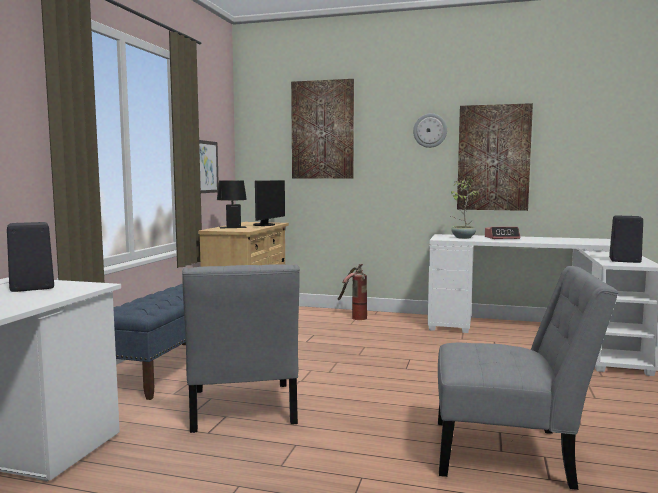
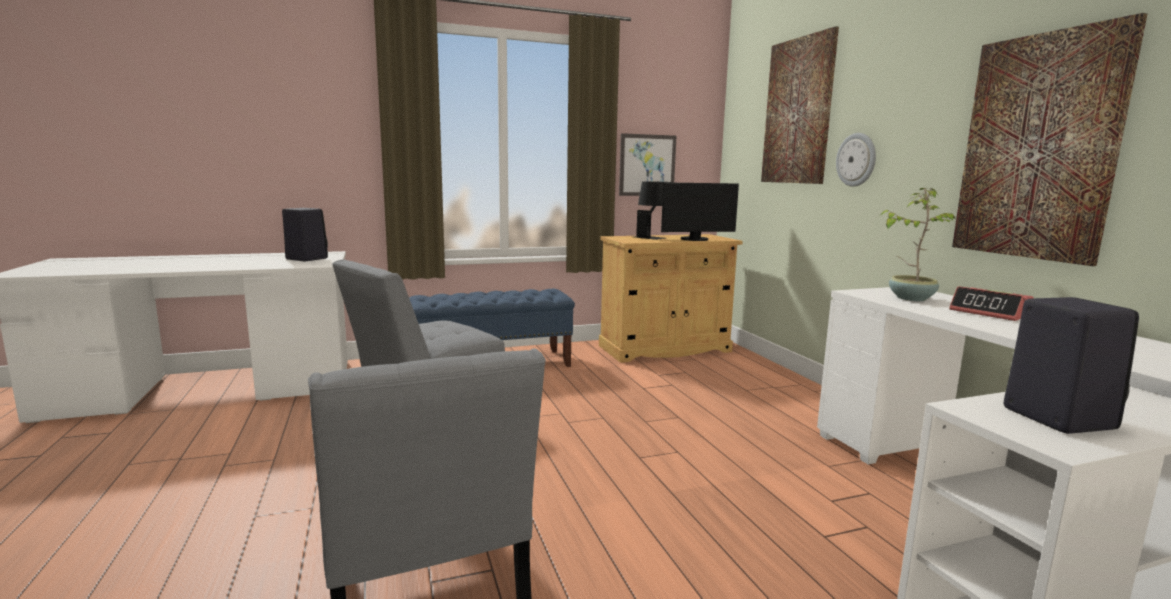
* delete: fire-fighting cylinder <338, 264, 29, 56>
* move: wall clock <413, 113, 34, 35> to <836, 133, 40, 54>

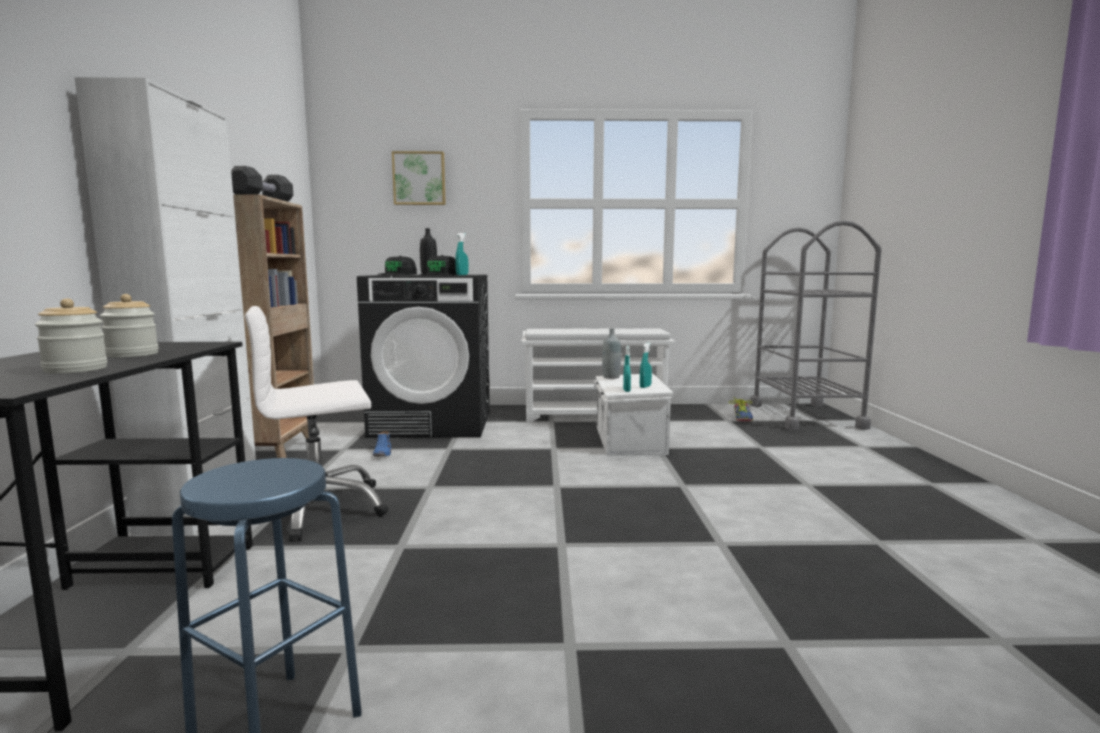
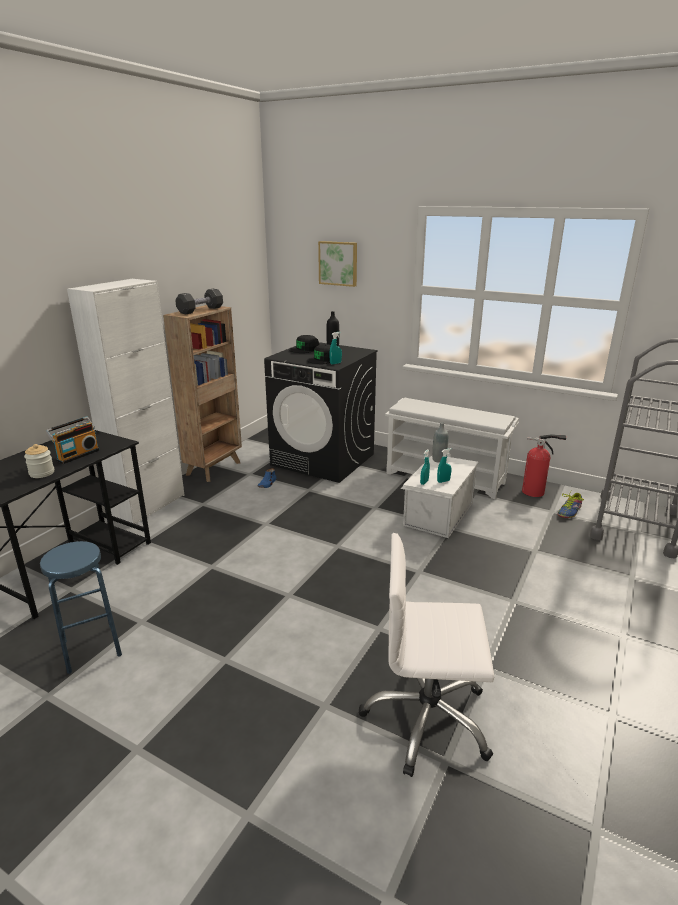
* replace: storage jar <100, 294, 59, 64> to radio set <46, 417, 53, 47>
* move: office chair (white) <245, 306, 143, 236> to <359, 533, 135, 244>
* insert: fire-fighting cylinder <522, 434, 44, 63>

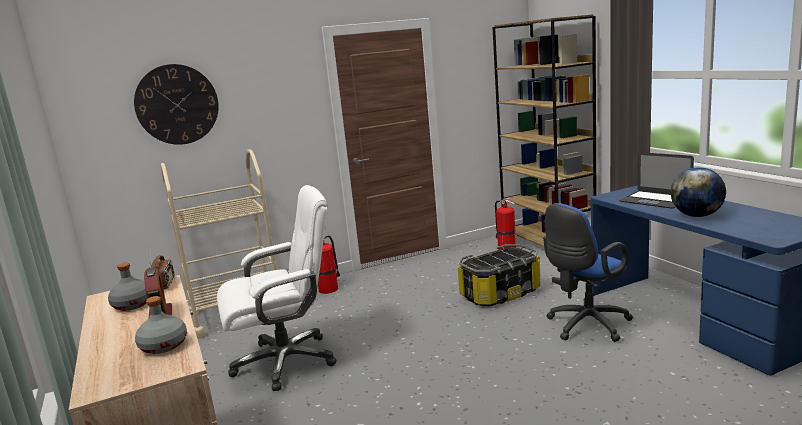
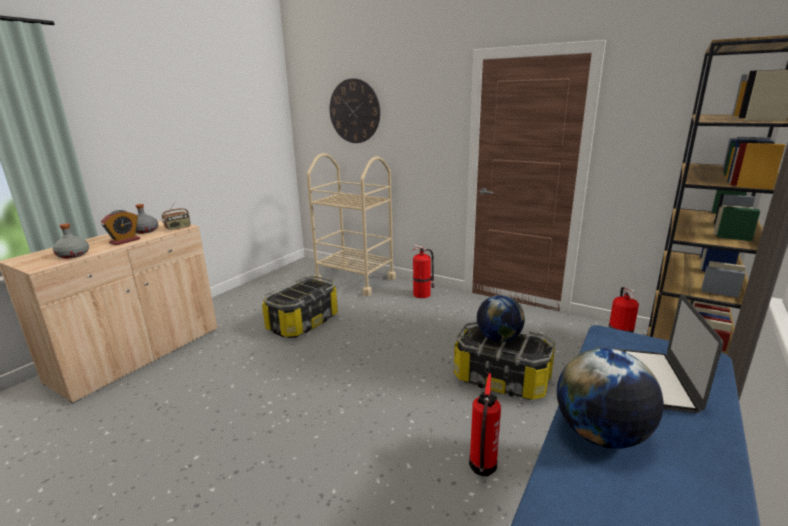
* replace: office chair (white) <217, 185, 120, 206> to storage container <262, 276, 76, 62>
* replace: office chair (blue-coloured) <543, 203, 90, 139> to fire-fighting cylinder <469, 373, 32, 103>
* insert: world globe <477, 295, 48, 47>

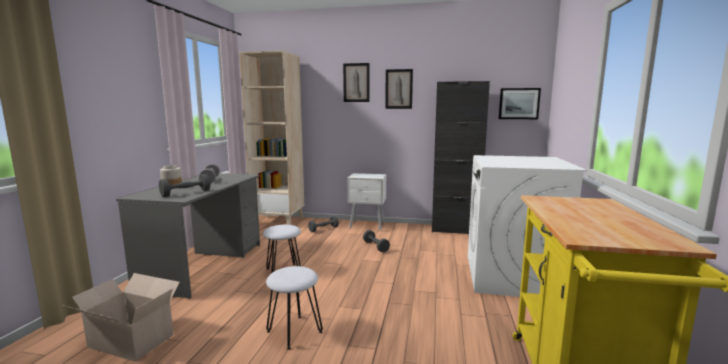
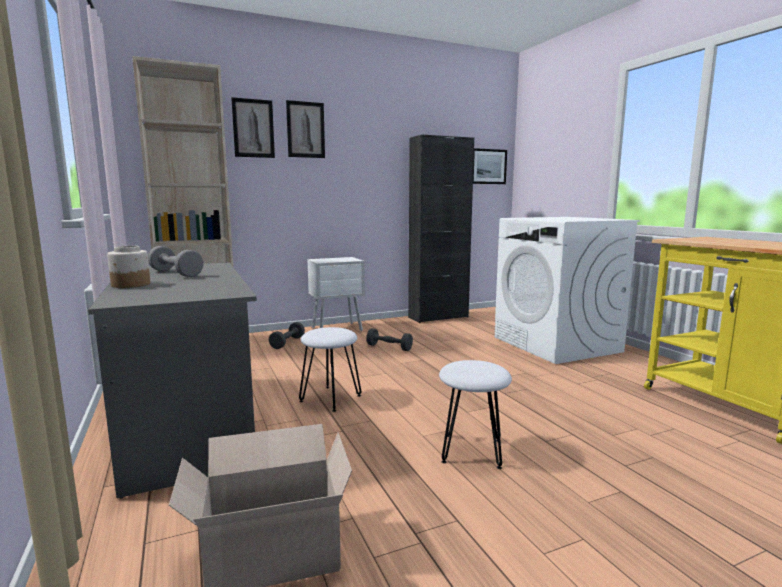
* delete: dumbbell (greyish) <159, 174, 51, 23>
* move: picture <385, 69, 28, 40> to <231, 97, 44, 61>

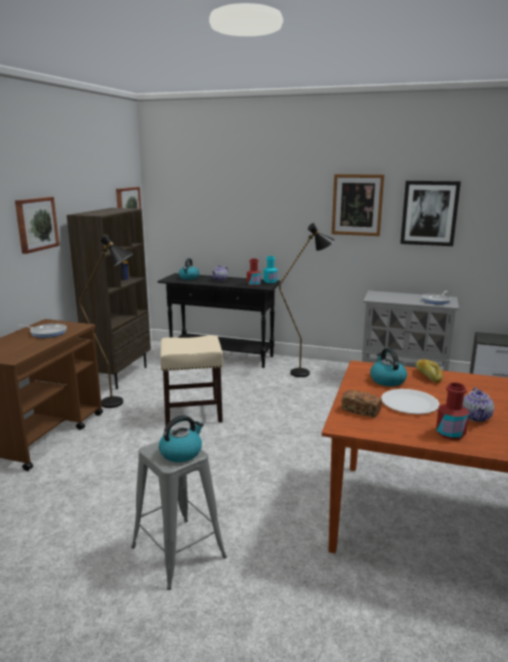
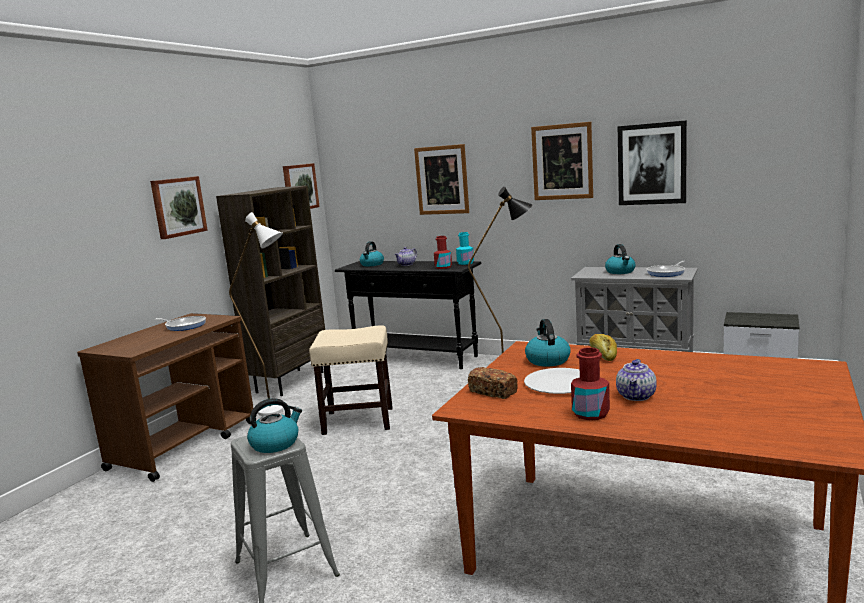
* recolor: standard lamp (black) <79, 234, 55, 174> to standard lamp (white) <229, 212, 55, 204>
* insert: picture <414, 144, 55, 71>
* insert: water kettle <605, 244, 30, 30>

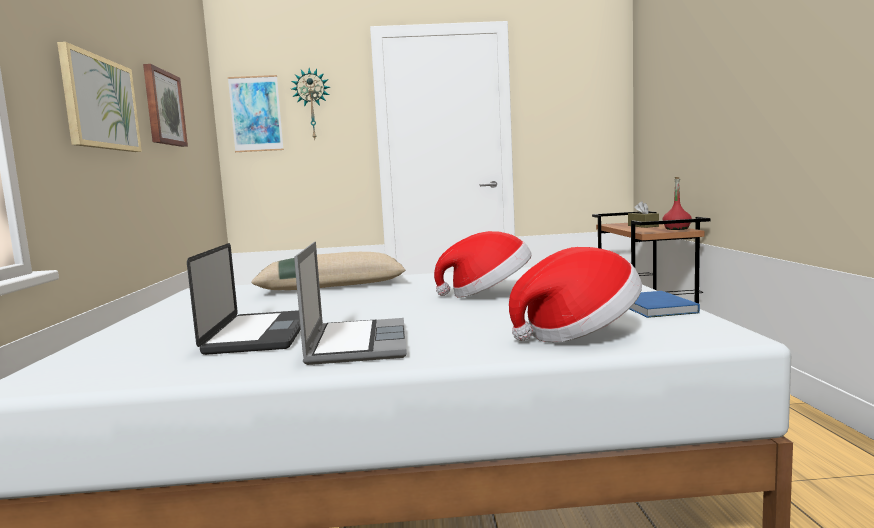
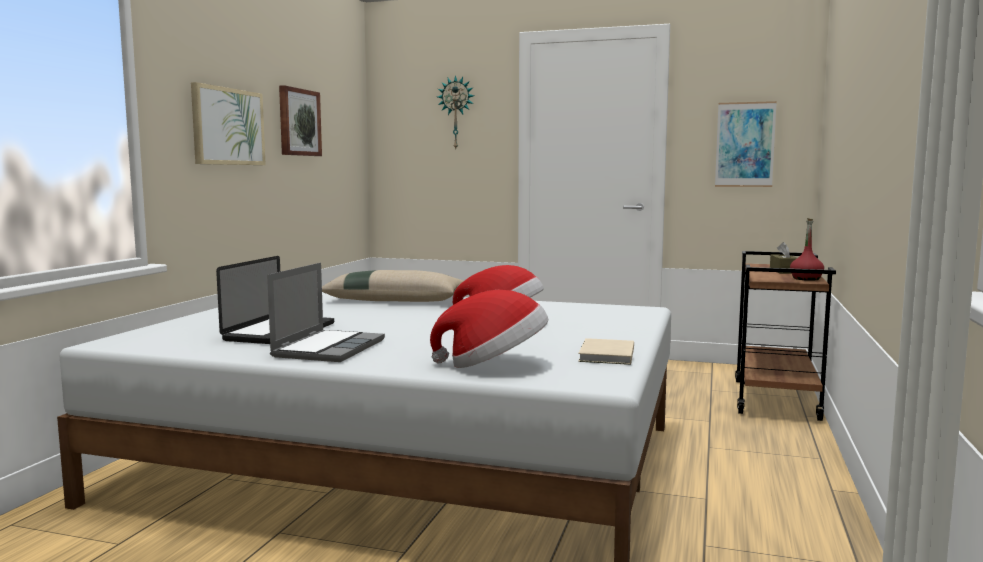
* move: picture <228, 75, 56, 77> to <715, 101, 62, 86>
* recolor: bound book (blue-coloured) <629, 291, 71, 27> to bound book (beige) <578, 338, 56, 27>

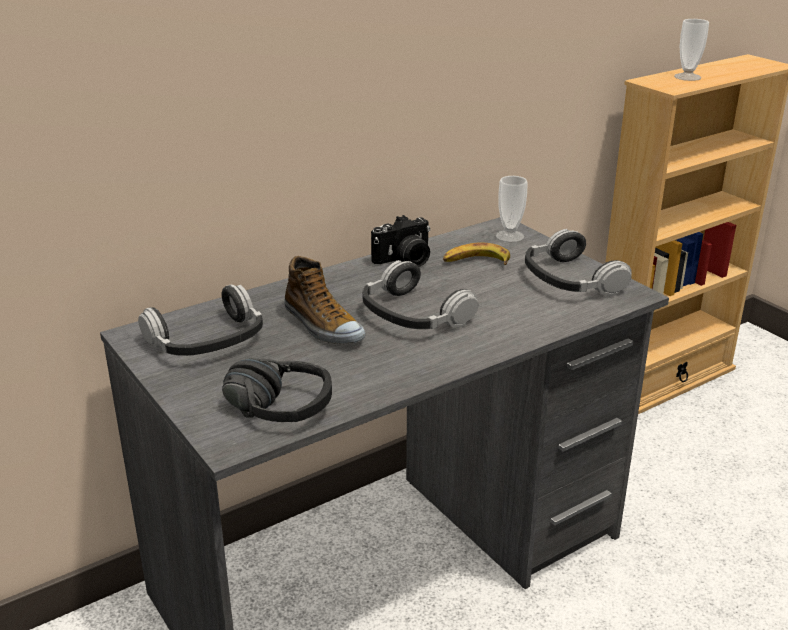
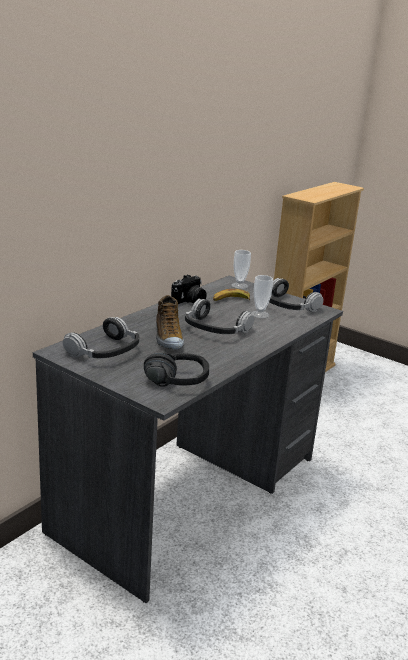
* rotate: shoe <284, 256, 81, 88> = <156, 295, 28, 54> 45 degrees clockwise
* move: small cup <674, 19, 35, 62> to <251, 275, 22, 43>

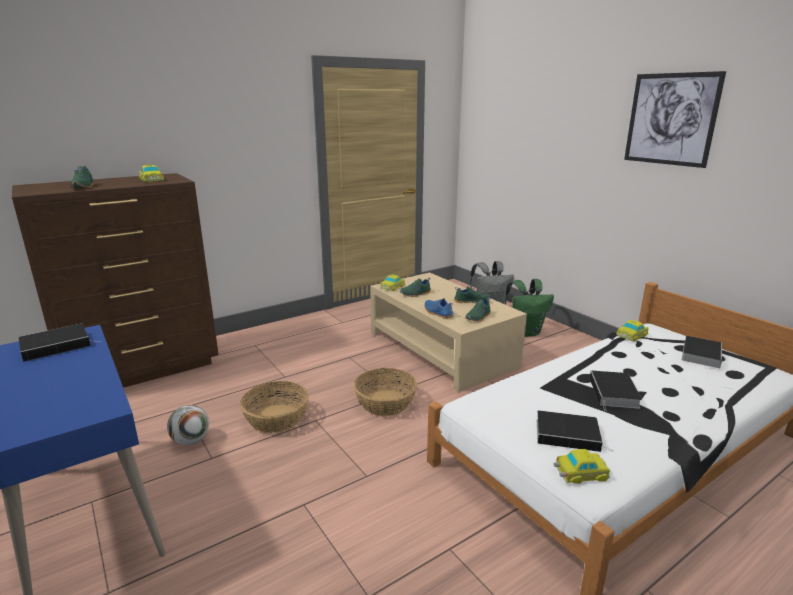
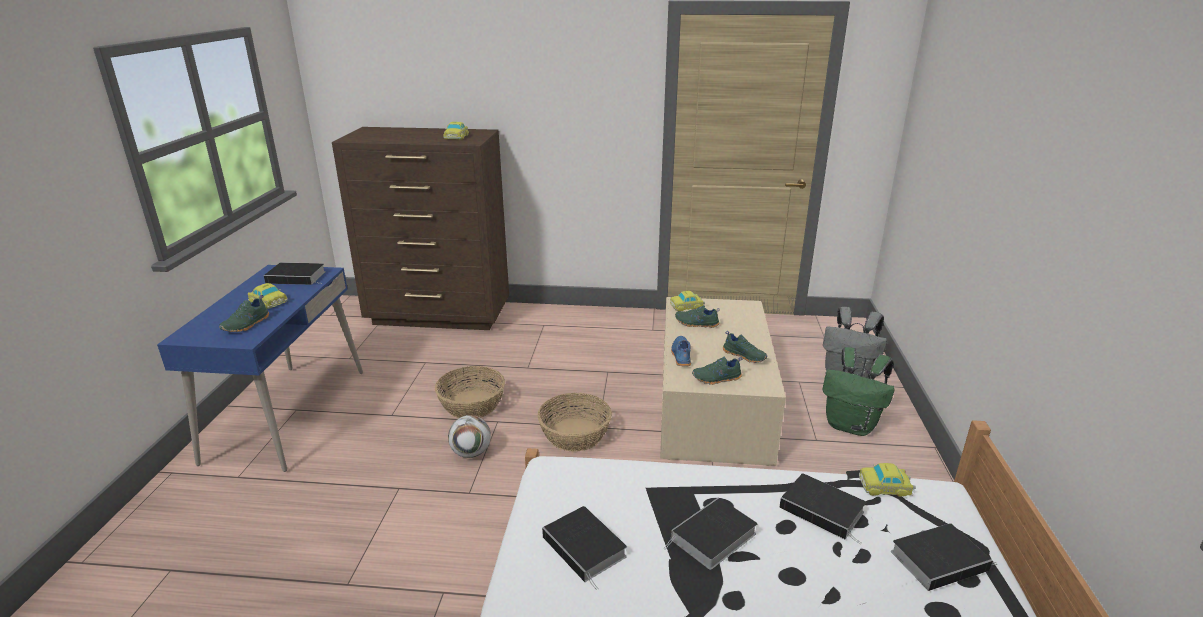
* move: shoe (green) <70, 166, 24, 22> to <219, 295, 50, 37>
* move: football ball <167, 405, 42, 40> to <448, 415, 43, 43>
* move: miniature car <554, 449, 56, 35> to <248, 283, 40, 26>
* delete: picture <624, 71, 102, 97>
* insert: bound book <779, 473, 87, 71>

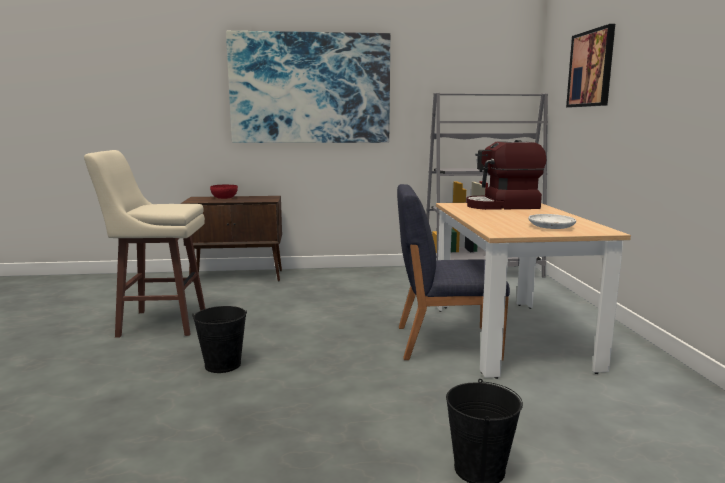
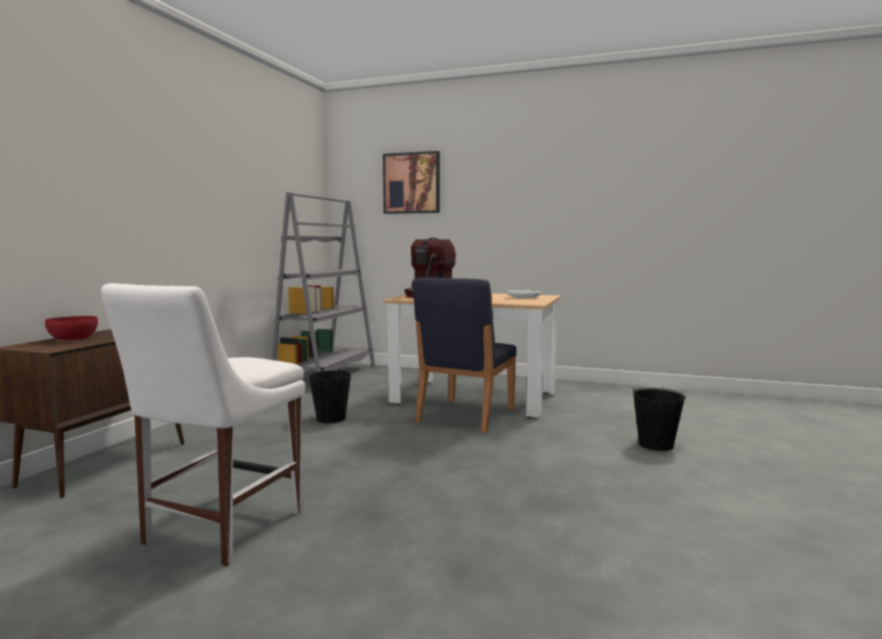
* replace: stool (beige) <84, 150, 121, 188> to chair (white) <101, 283, 204, 283>
* move: water bucket (black) <192, 306, 55, 67> to <308, 368, 44, 55>
* delete: picture <226, 31, 164, 112>

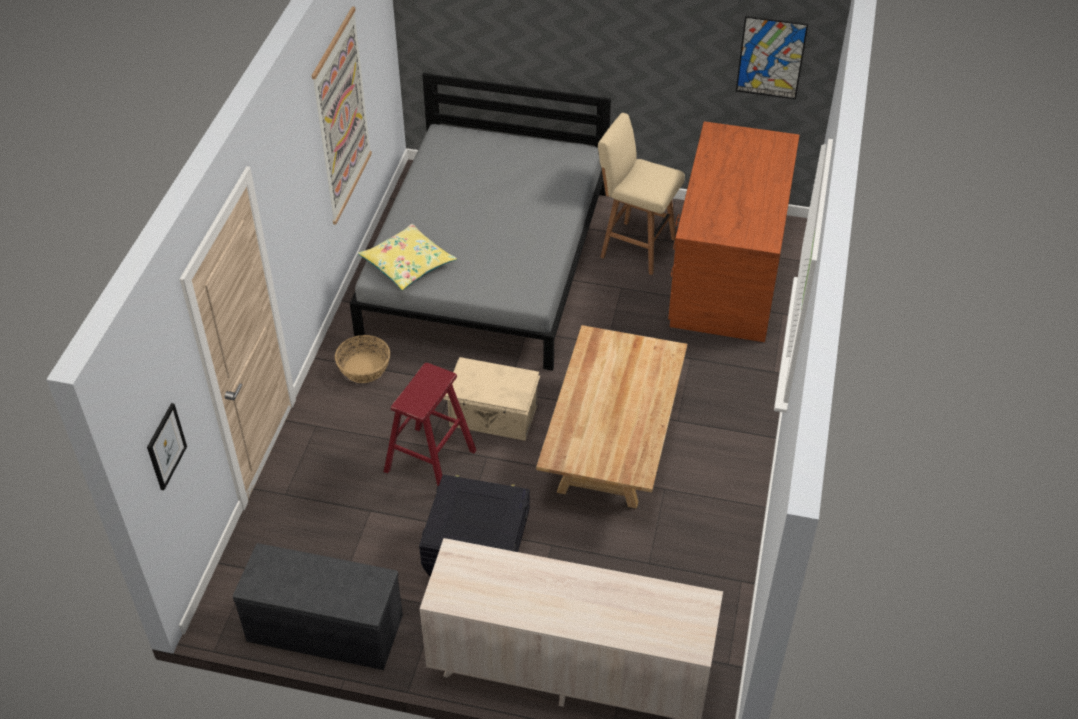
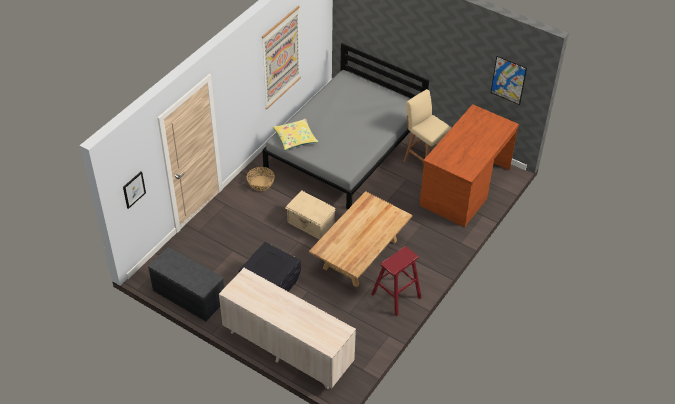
* move: stool (red-coloured) <384, 363, 92, 123> to <371, 246, 51, 70>

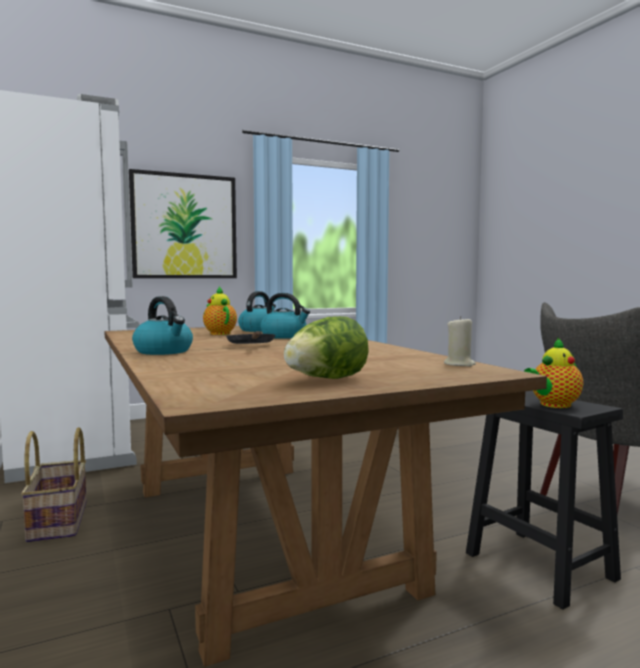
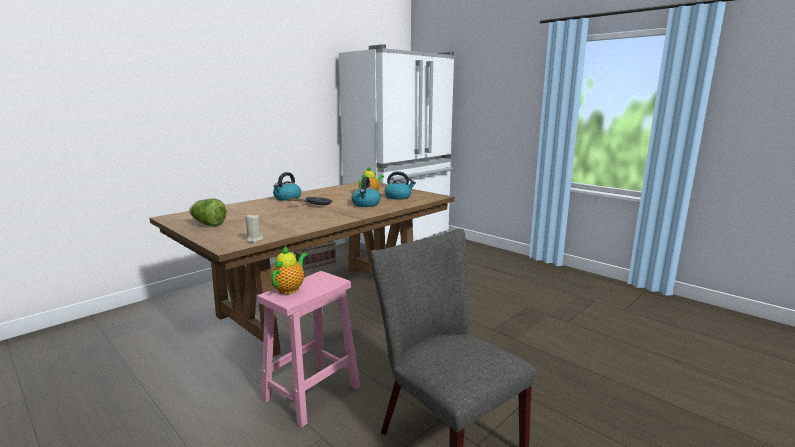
* delete: picture <129, 169, 108, 109>
* recolor: stool (black) <466, 391, 157, 218> to stool (pinkish) <257, 271, 103, 156>
* rotate: pot for tea <524, 337, 59, 71> = <270, 246, 37, 48> 75 degrees clockwise

